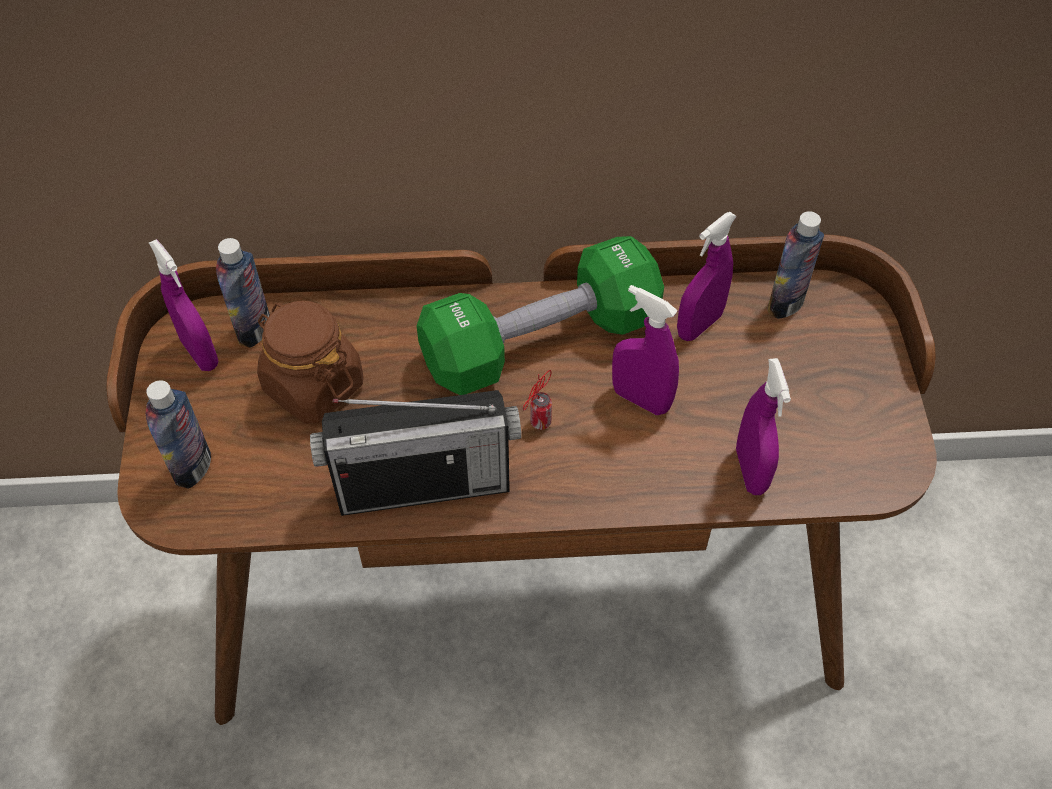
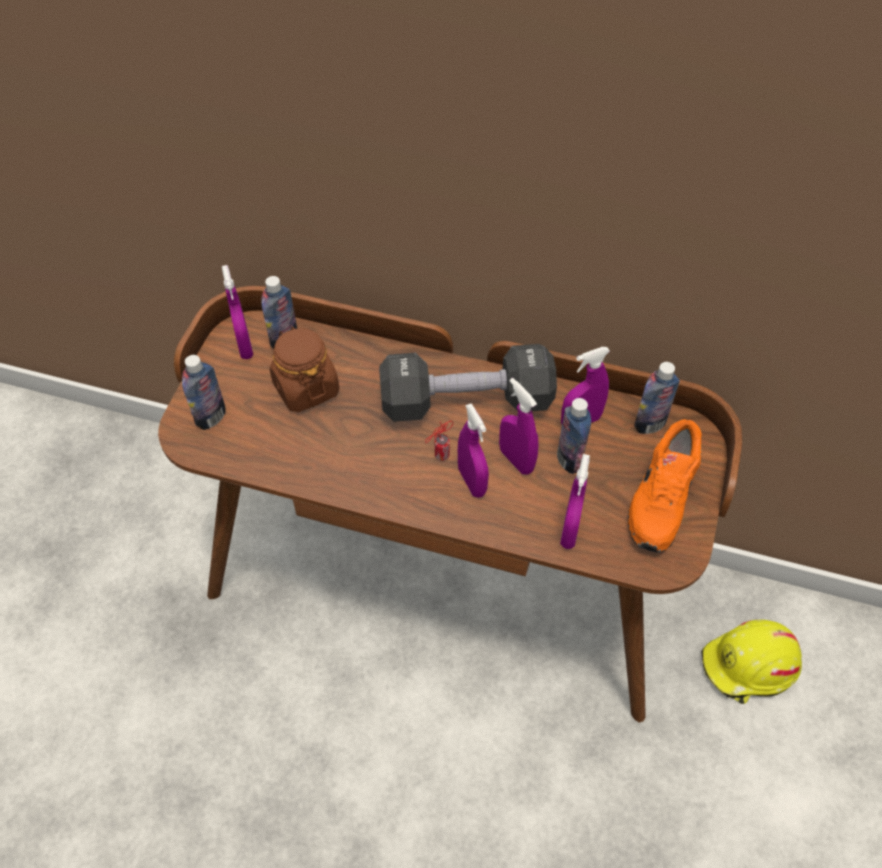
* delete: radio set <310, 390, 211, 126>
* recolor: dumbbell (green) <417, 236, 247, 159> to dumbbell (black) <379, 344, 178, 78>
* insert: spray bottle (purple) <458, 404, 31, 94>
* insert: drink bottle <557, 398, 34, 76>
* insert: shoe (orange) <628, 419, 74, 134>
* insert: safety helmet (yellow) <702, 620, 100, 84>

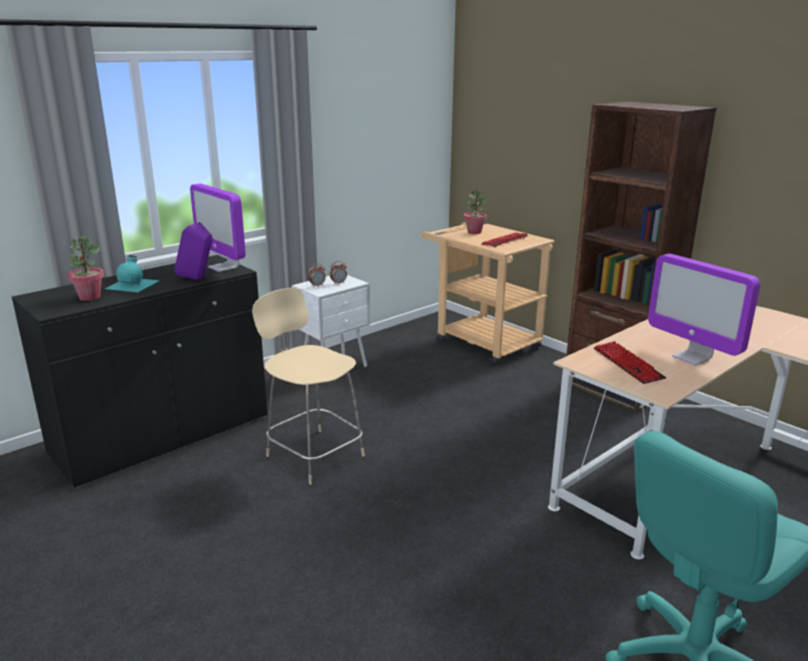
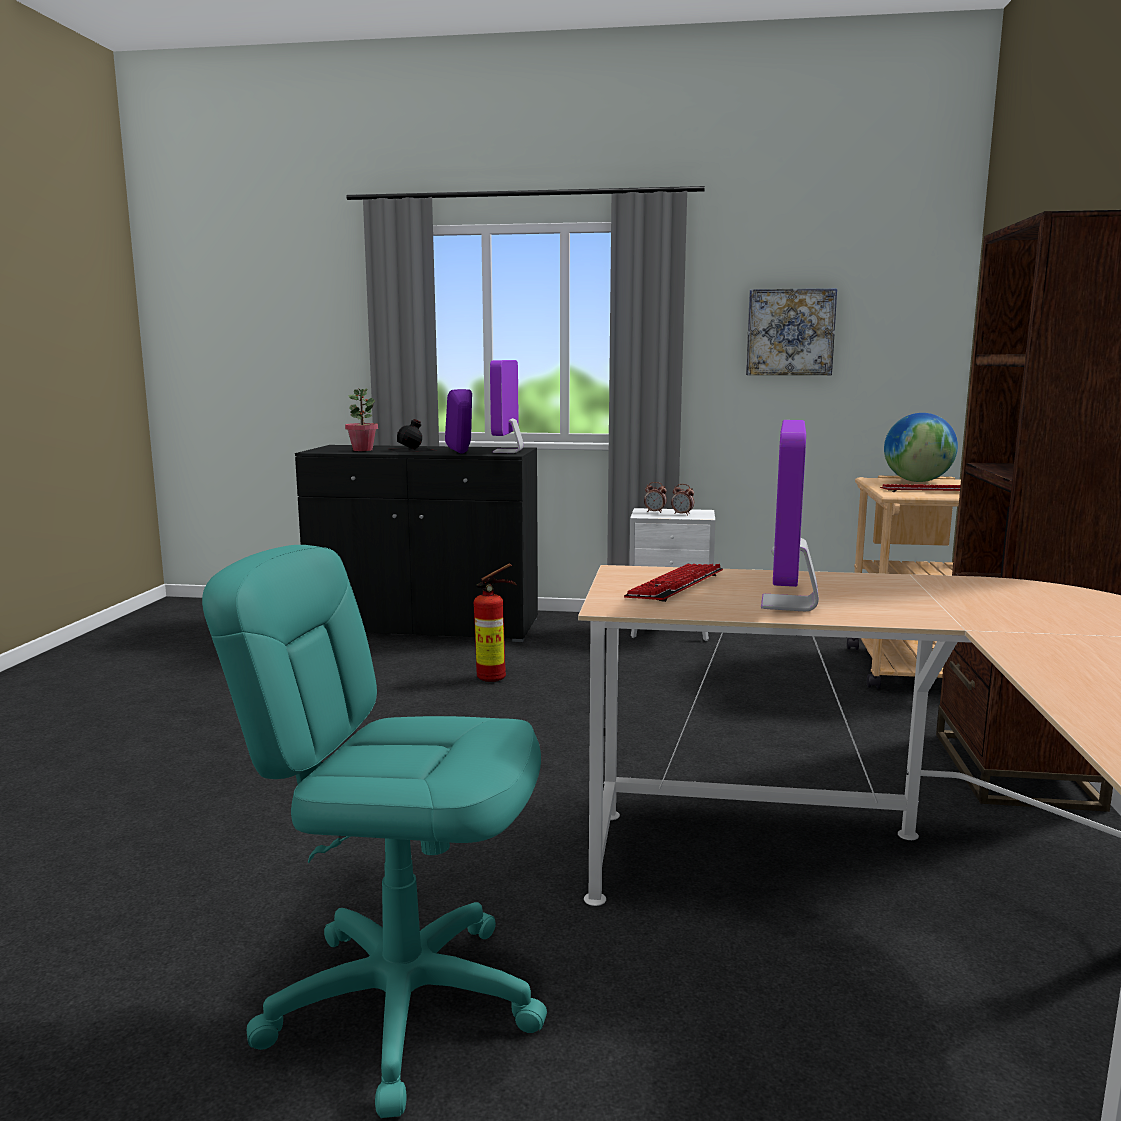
* recolor: drink bottle (turquoise-coloured) <105, 255, 55, 37> to drink bottle (black) <389, 419, 47, 33>
* replace: chair (beige) <252, 288, 113, 197> to fire-fighting cylinder <474, 563, 43, 119>
* replace: potted plant <464, 190, 23, 44> to world globe <884, 413, 74, 69>
* insert: picture <746, 288, 91, 87>

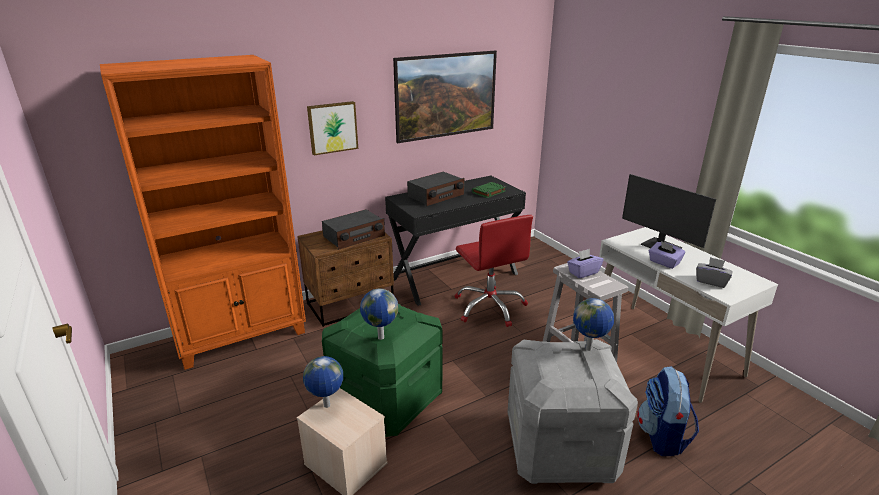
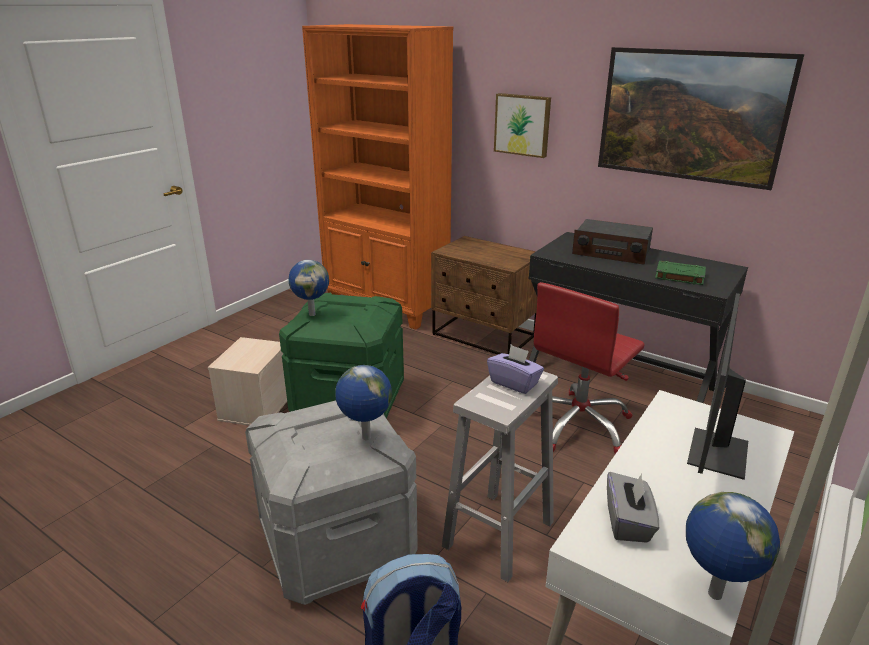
* move: world globe <303, 356, 40, 52> to <686, 492, 94, 108>
* delete: radio set <322, 209, 63, 41>
* delete: tissue box (purple) <649, 241, 36, 28>

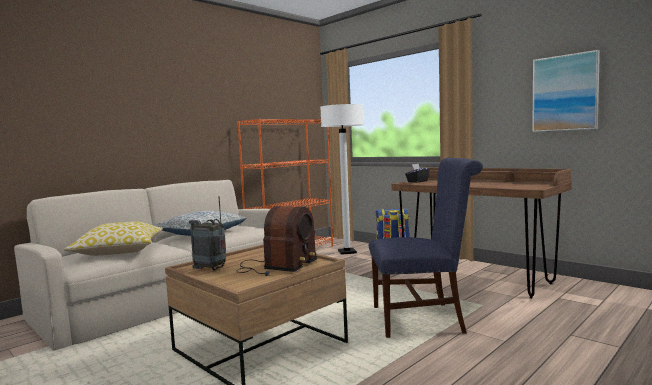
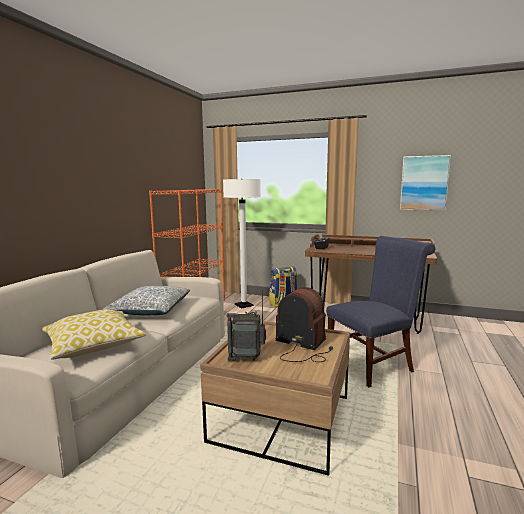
* rotate: radio set <236, 206, 81, 70> = <275, 287, 58, 75> 60 degrees counterclockwise

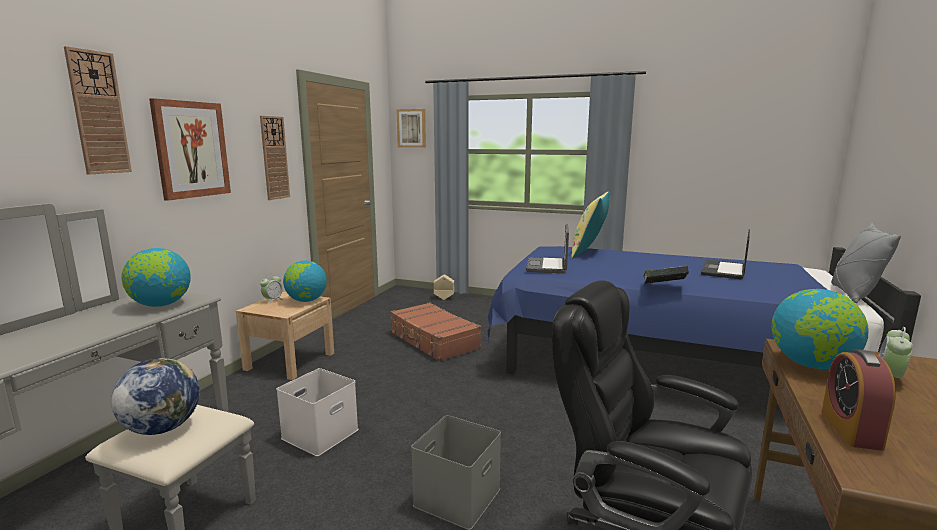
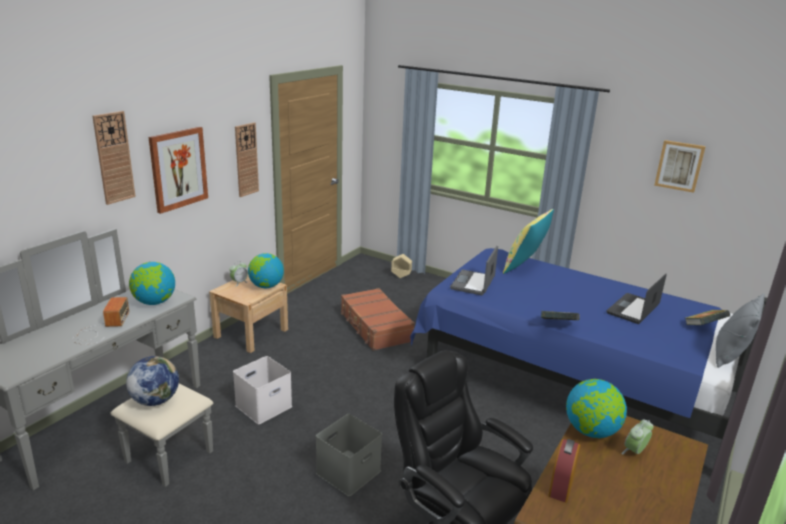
* move: picture <396, 109, 30, 39> to <654, 140, 52, 53>
* insert: radio set <73, 297, 56, 47>
* insert: bound book <685, 310, 45, 15>

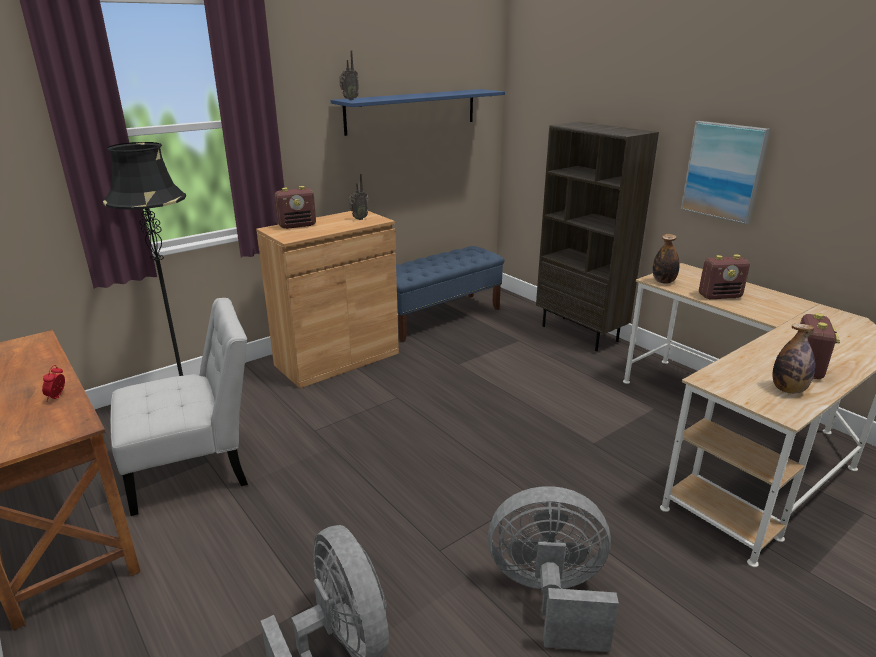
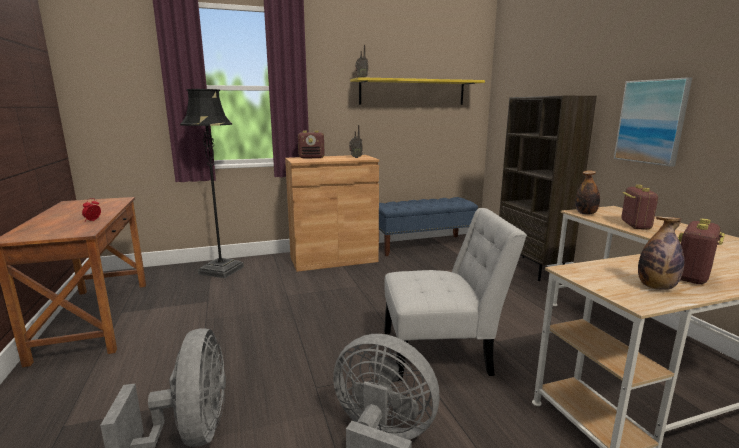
* move: chair (white) <110, 298, 138, 218> to <384, 208, 143, 173>
* recolor: bracket shelf (blue-coloured) <331, 89, 174, 47> to bracket shelf (yellow) <350, 77, 135, 28>
* rotate: radio set <699, 255, 51, 44> = <621, 185, 37, 45> 90 degrees counterclockwise

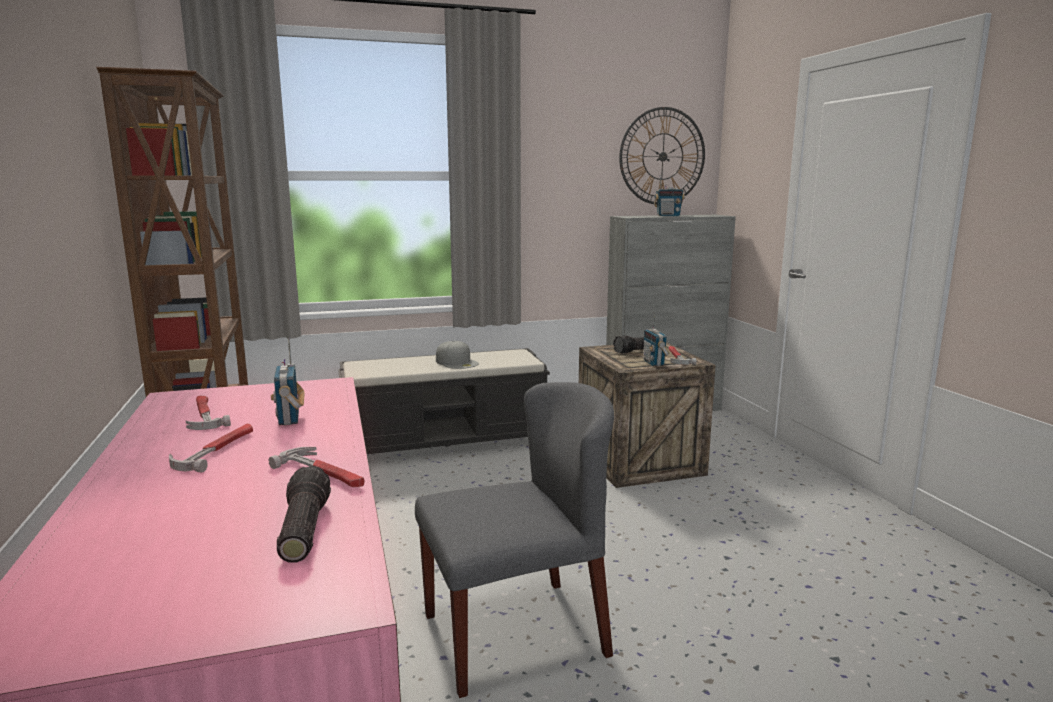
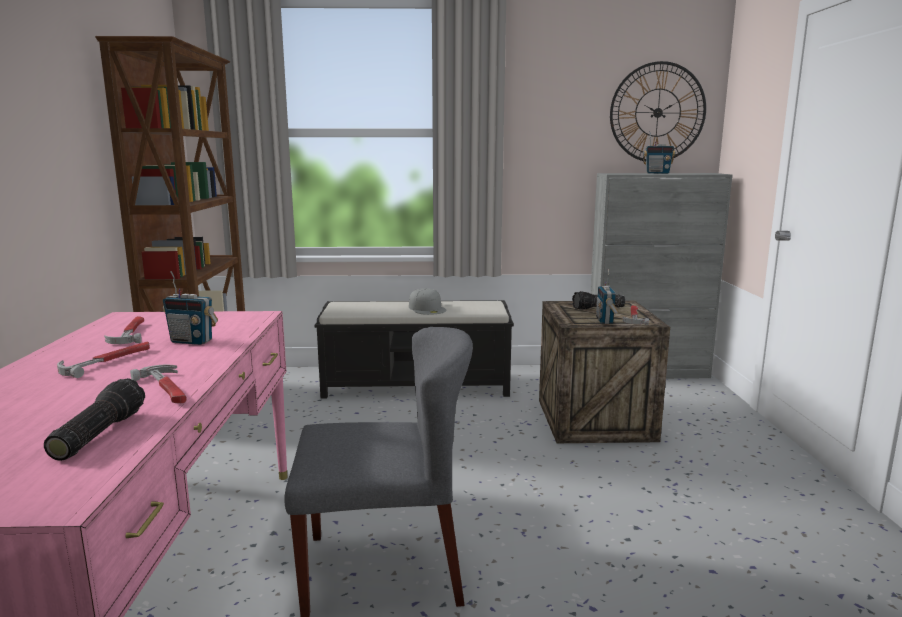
* rotate: radio set <271, 338, 34, 88> = <163, 271, 55, 74> 75 degrees counterclockwise

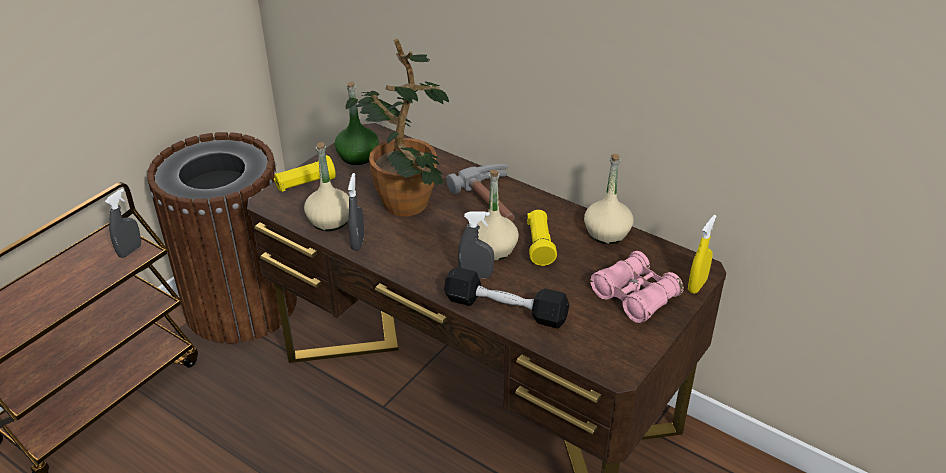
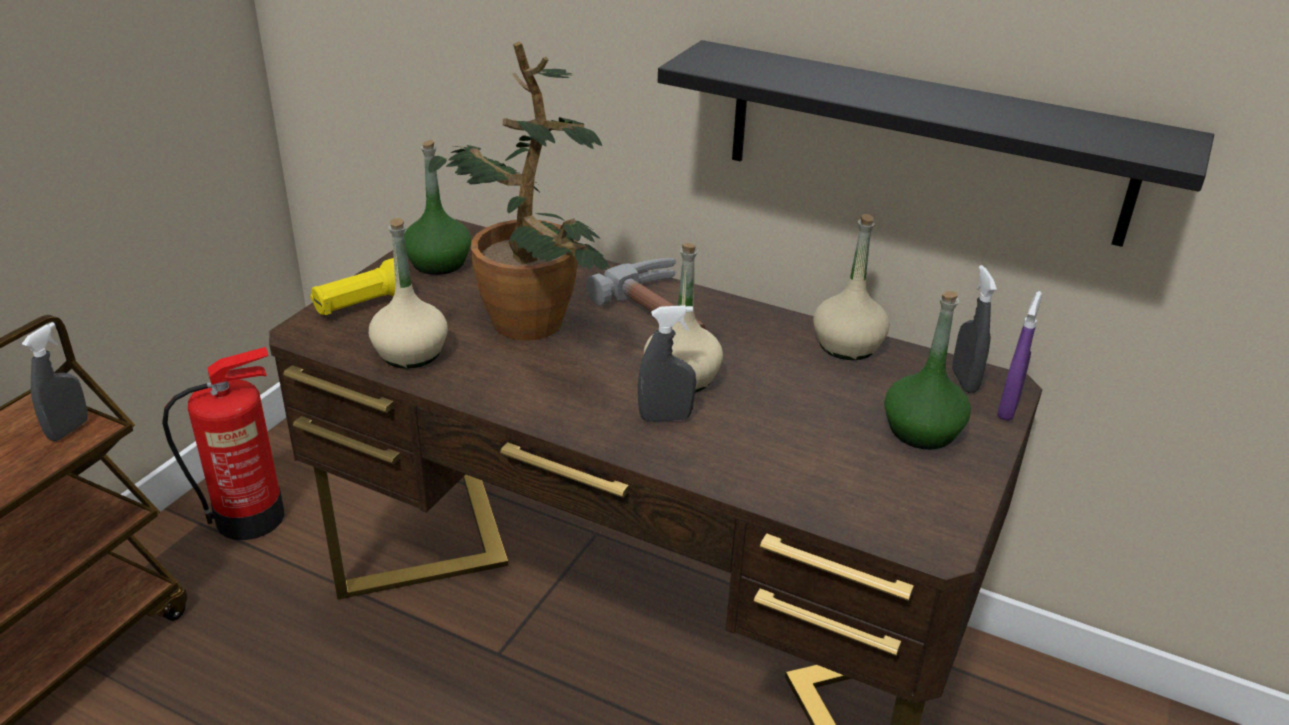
* replace: waste bin (brown) <147, 132, 150, 212> to fire-fighting cylinder <162, 347, 122, 193>
* move: spray bottle (greyish) <348, 173, 16, 78> to <952, 265, 45, 128>
* delete: dumbbell (black) <444, 267, 125, 62>
* delete: hand torch (yellow) <527, 210, 30, 56>
* replace: field glasses (pinkish) <590, 251, 94, 72> to drink bottle (green) <884, 291, 87, 159>
* recolor: spray bottle (yellow) <688, 215, 29, 79> to spray bottle (purple) <997, 291, 45, 130>
* insert: bracket shelf (black) <658, 40, 556, 207>

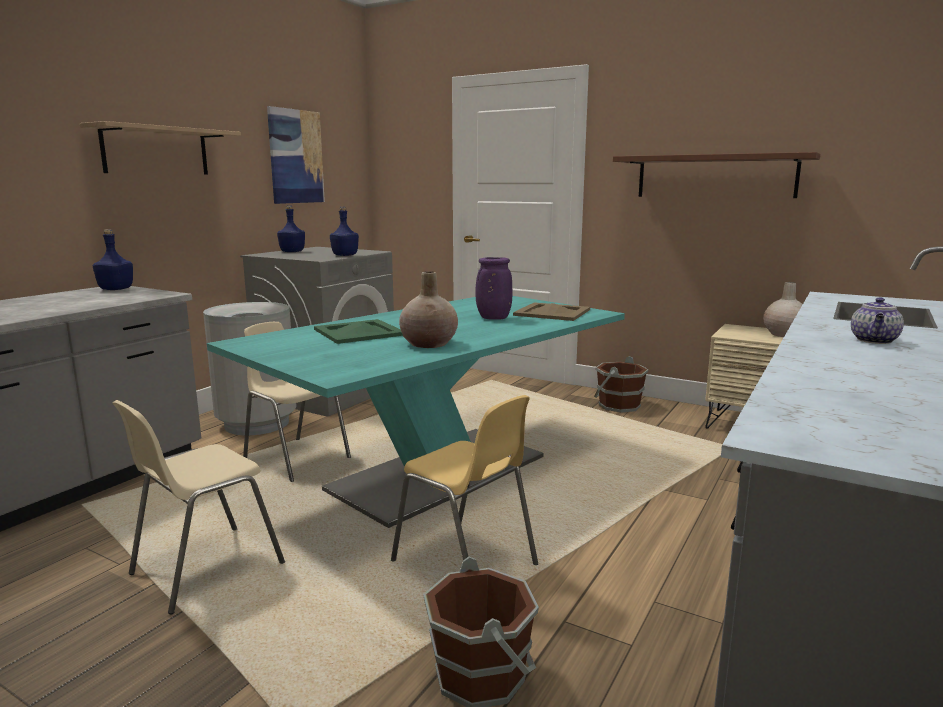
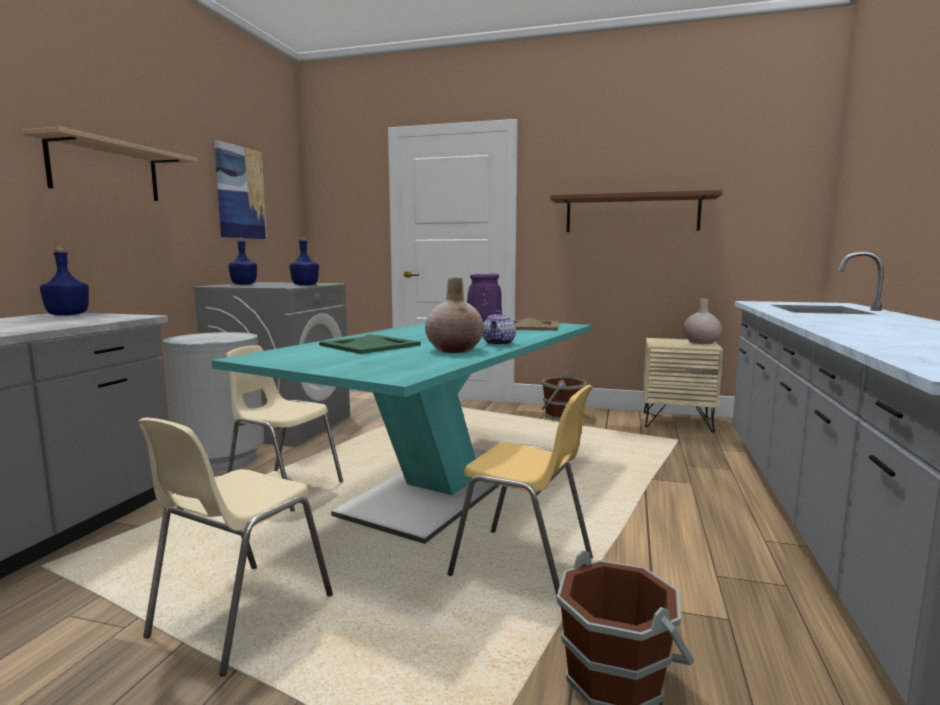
* move: pot for tea <851, 297, 53, 47> to <482, 310, 34, 35>

